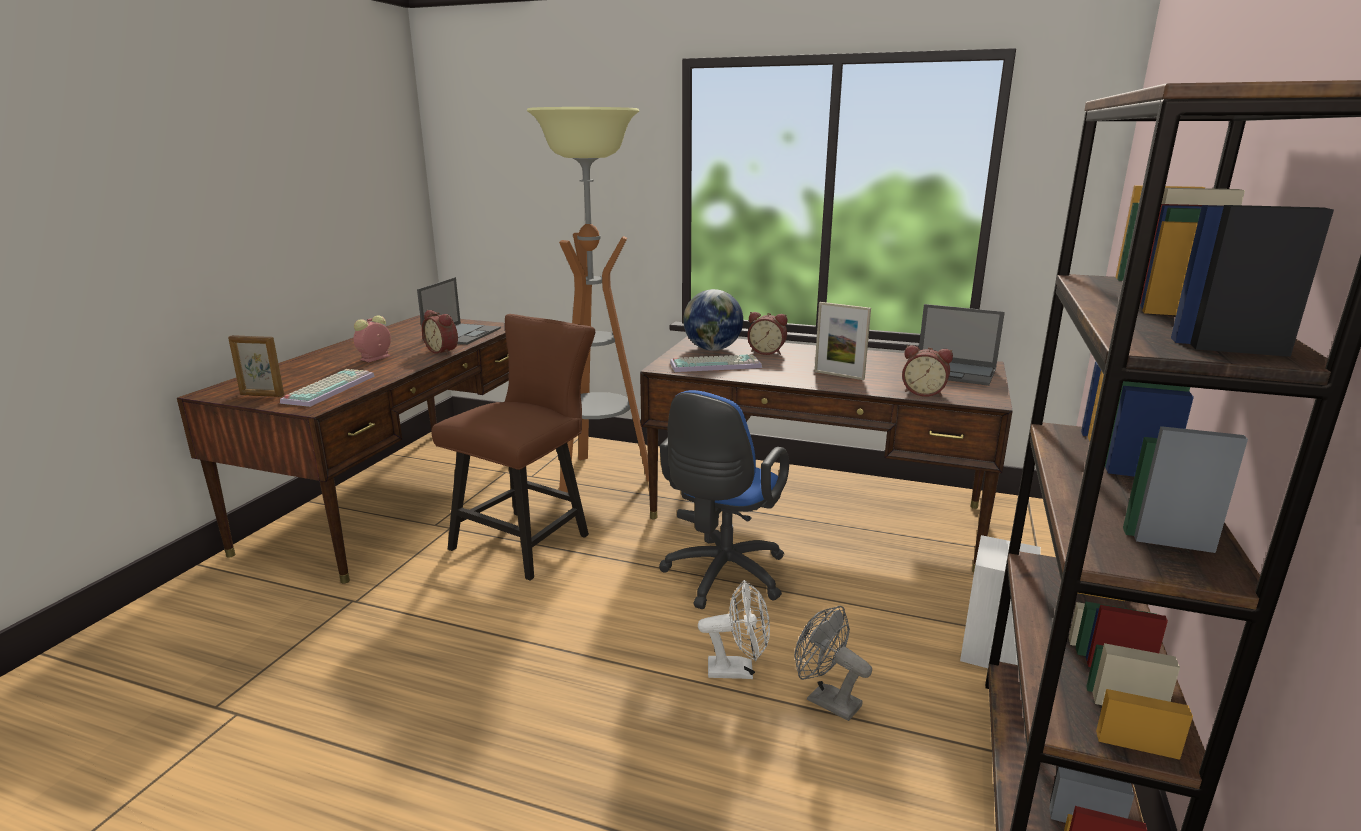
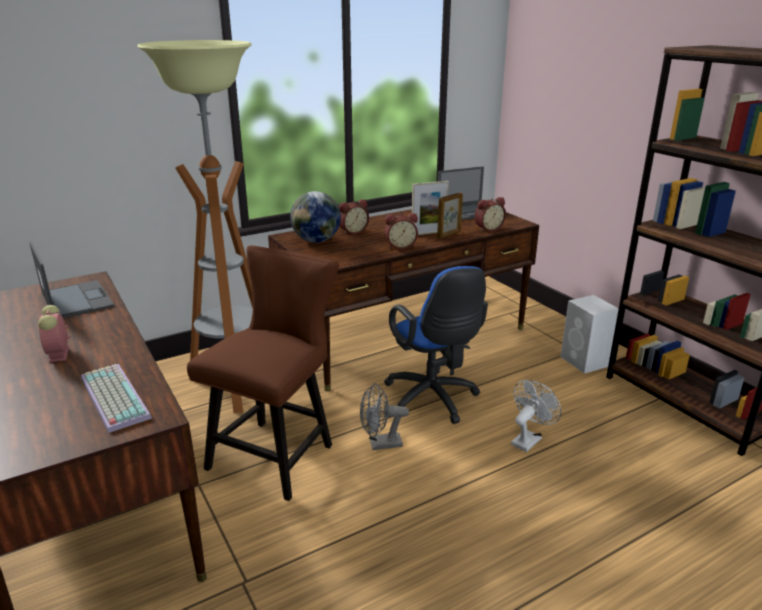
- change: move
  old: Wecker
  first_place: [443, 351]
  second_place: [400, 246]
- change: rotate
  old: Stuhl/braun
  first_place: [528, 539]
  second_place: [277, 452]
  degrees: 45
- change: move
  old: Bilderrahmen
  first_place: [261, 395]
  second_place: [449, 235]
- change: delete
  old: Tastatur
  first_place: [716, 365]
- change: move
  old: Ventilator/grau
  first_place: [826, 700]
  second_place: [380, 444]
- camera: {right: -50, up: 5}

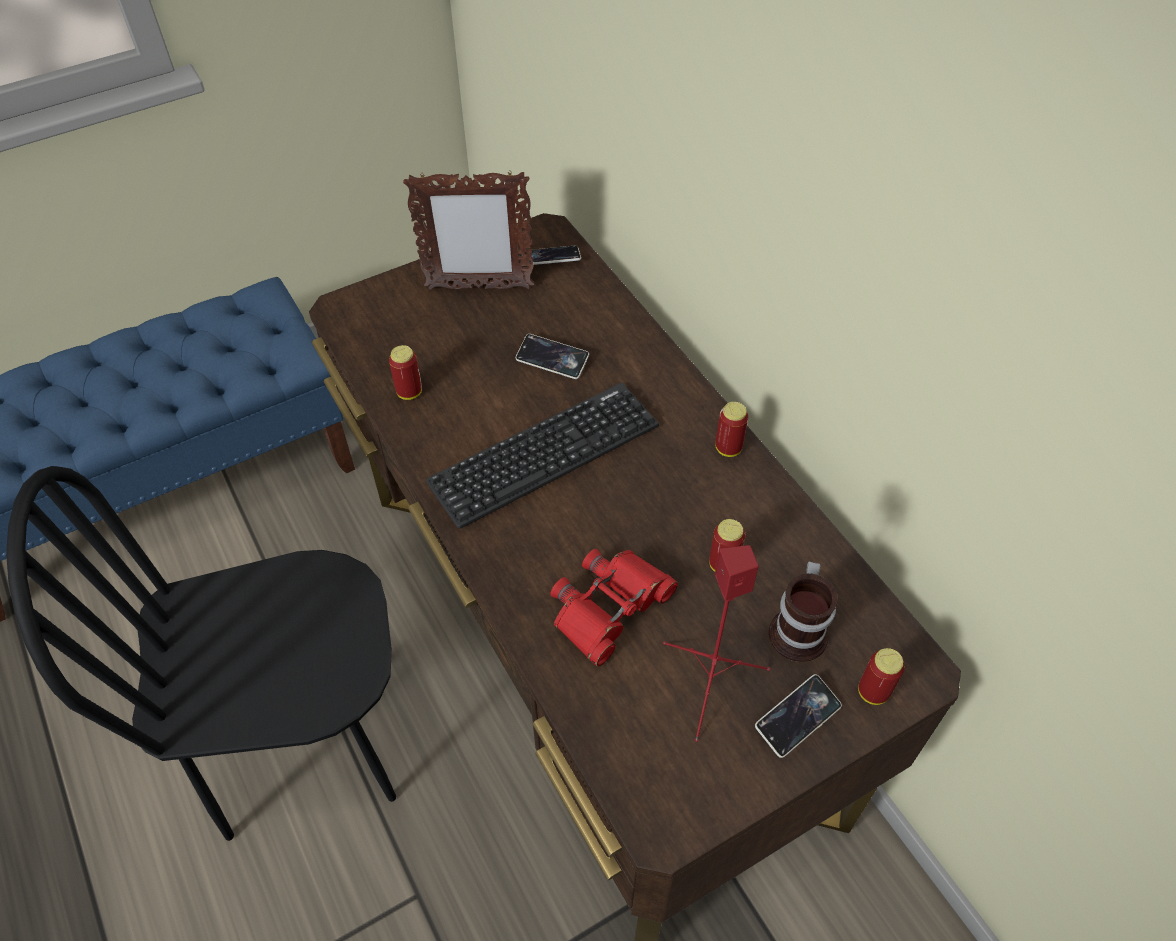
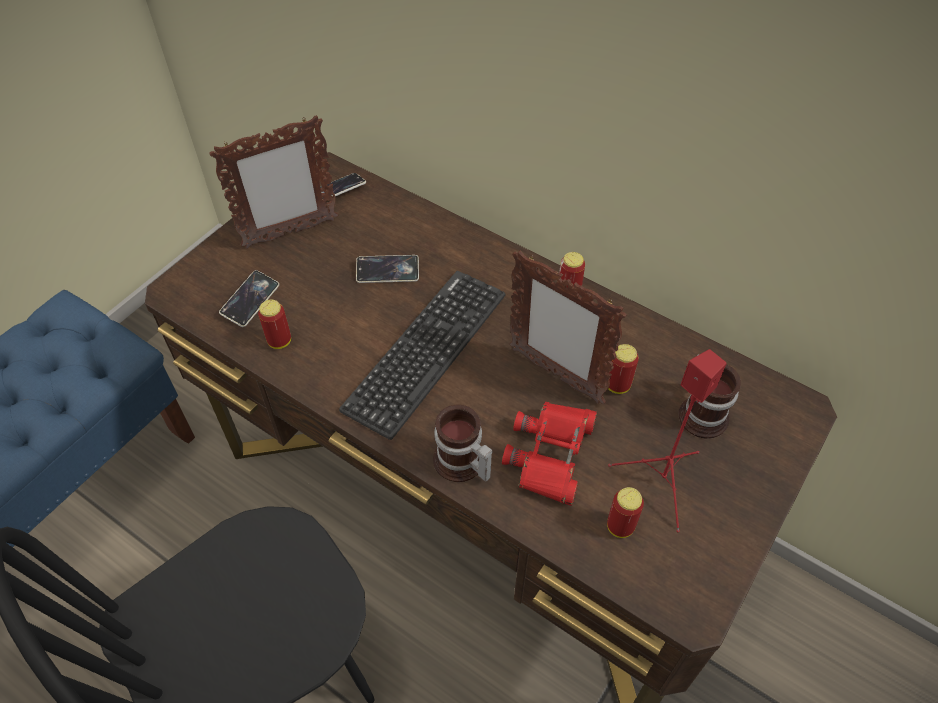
- change: move
  old: Dose
  first_place: [873, 692]
  second_place: [620, 526]
- change: move
  old: Handy
  first_place: [797, 718]
  second_place: [250, 301]
- change: insert
  new: Bilderrahmen
  second_place: [555, 375]
- change: insert
  new: Henkelbecher
  second_place: [461, 464]
- camera: {right: -25, up: 0}

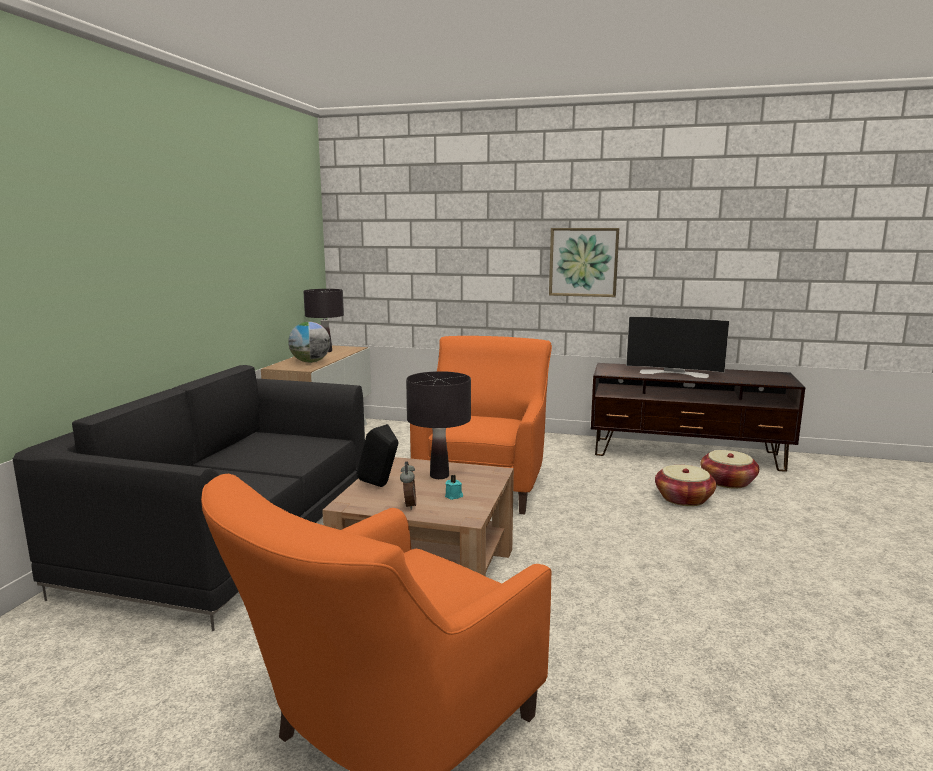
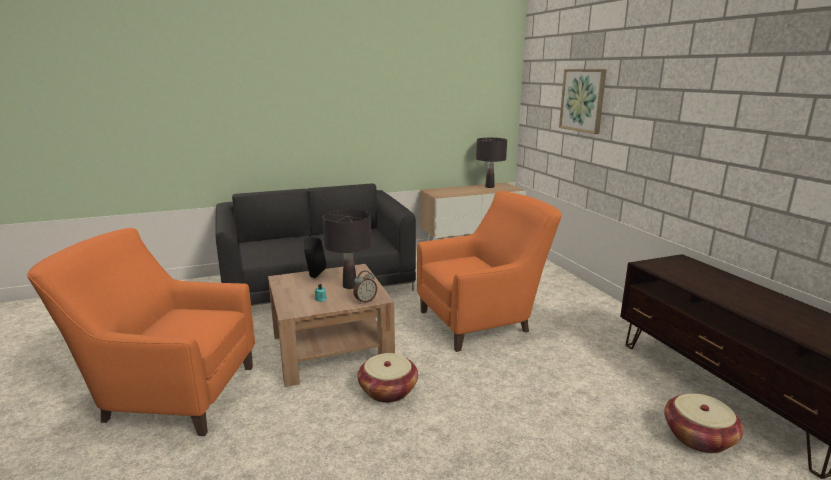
- change: move
  old: Bild
  first_place: [583, 262]
  second_place: [583, 100]
- change: delete
  old: Fernseher
  first_place: [674, 373]
- change: delete
  old: Globus
  first_place: [310, 362]
- change: move
  old: Wecker
  first_place: [408, 505]
  second_place: [365, 300]
- change: move
  old: Korb
  first_place: [683, 499]
  second_place: [388, 390]
- camera: {right: 55, up: 5}

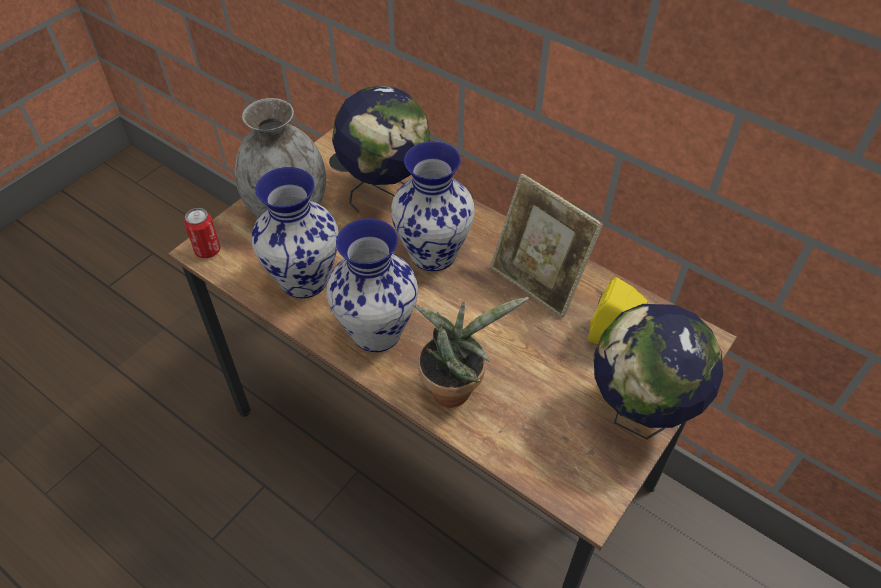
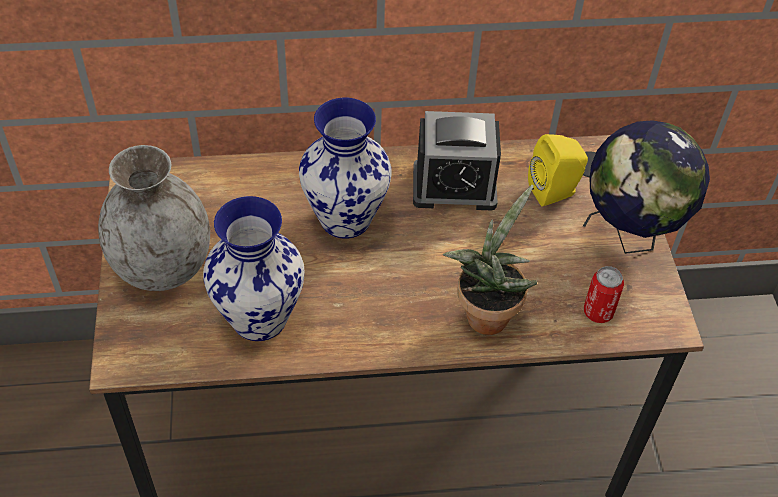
- change: delete
  old: Globus
  first_place: [385, 191]
- change: replace
  old: Bilderrahmen
  new: Wecker
  first_place: [537, 282]
  second_place: [454, 186]
- change: move
  old: Dose
  first_place: [208, 250]
  second_place: [598, 312]
- change: delete
  old: Vase
  first_place: [375, 333]
- camera: {right: -45, up: 0}

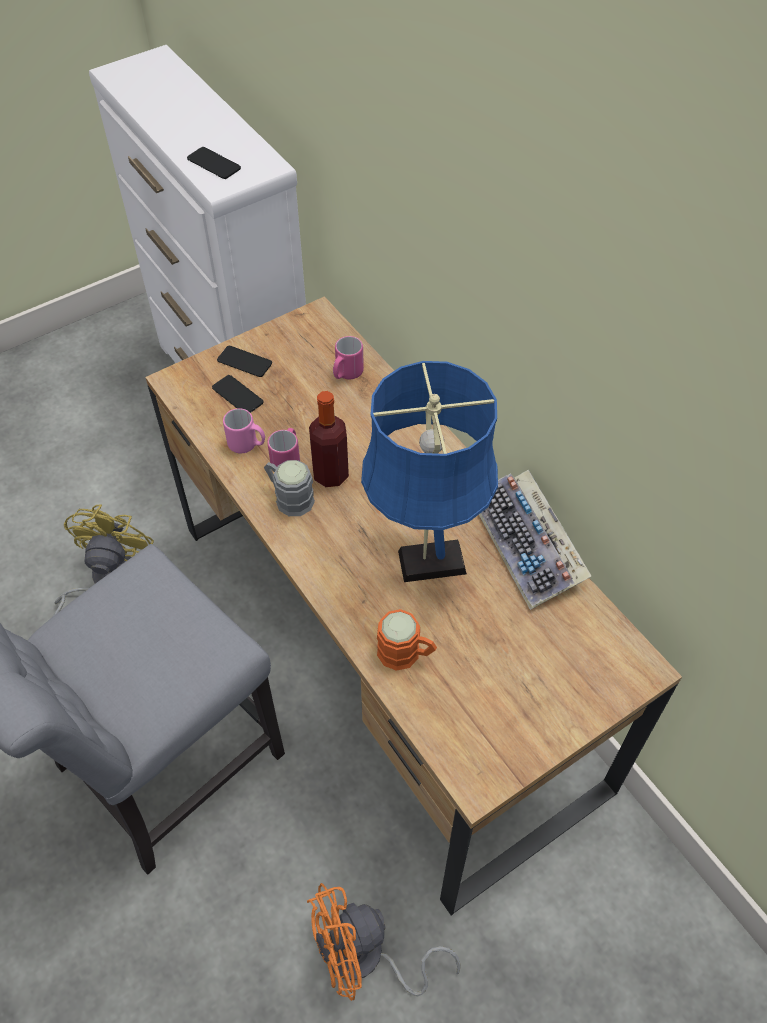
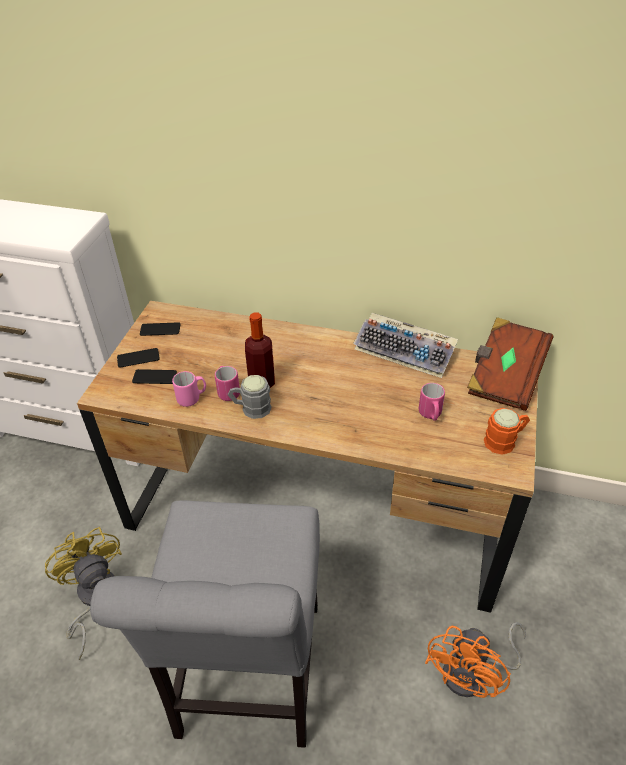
- change: move
  old: Handy
  first_place: [214, 164]
  second_place: [160, 329]
- change: move
  old: Henkelbecher/rosa
  first_place: [346, 374]
  second_place: [431, 415]
- change: delete
  old: Tischlampe/blau
  first_place: [424, 563]
- change: move
  old: Henkelbecher/orange
  first_place: [406, 654]
  second_place: [504, 440]
- change: insert
  new: Buch/braun
  second_place: [504, 377]
- camera: {right: -40, up: -10}

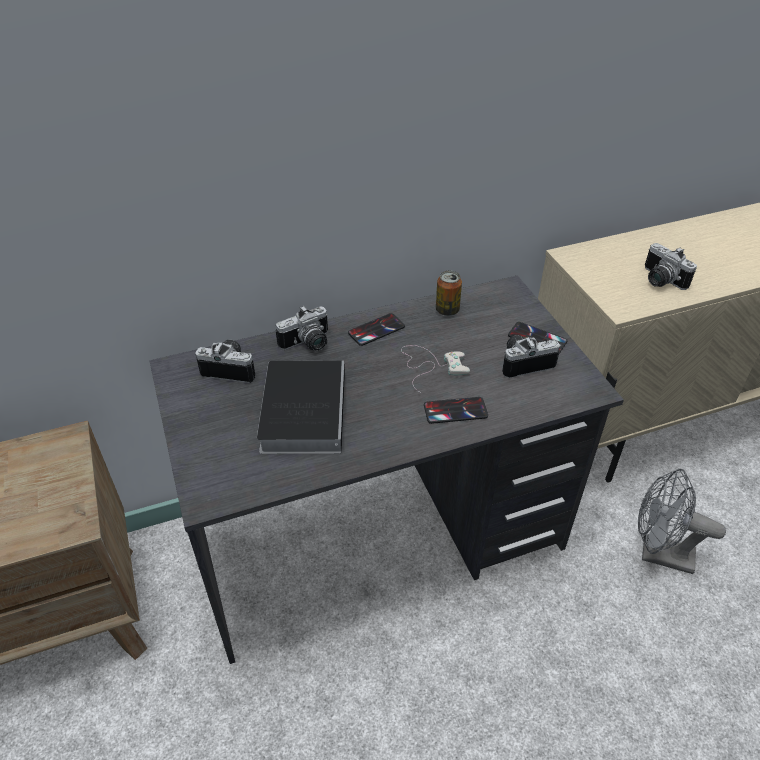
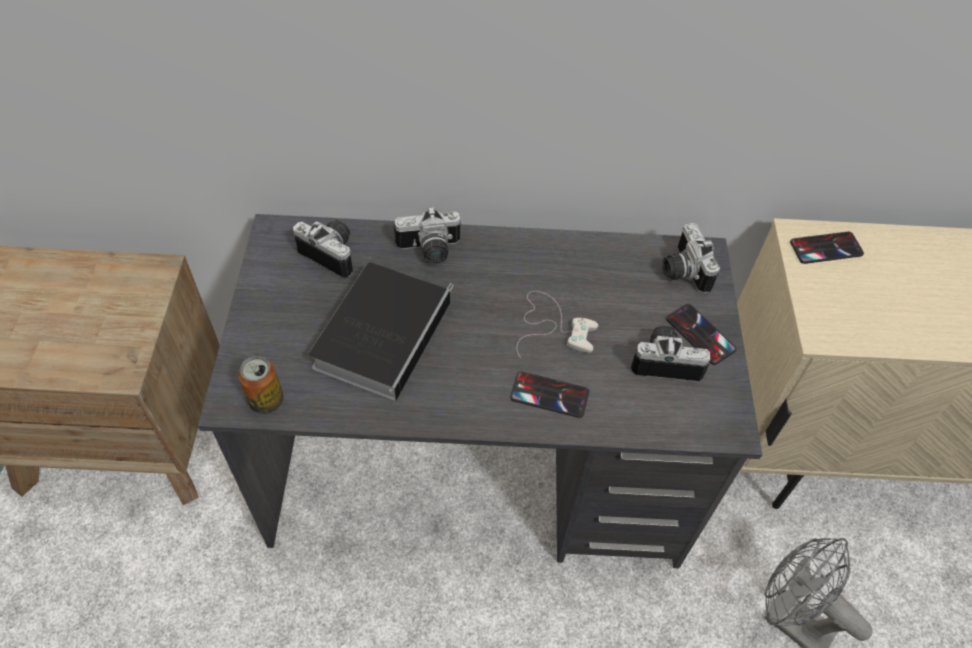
- change: move
  old: Kamera
  first_place: [659, 280]
  second_place: [681, 270]
- change: move
  old: Dose
  first_place: [447, 310]
  second_place: [266, 400]
- change: move
  old: Handy
  first_place: [376, 330]
  second_place: [826, 248]
- camera: {right: 20, up: 10}

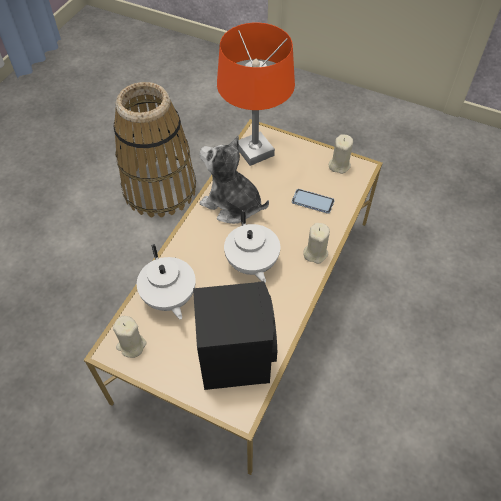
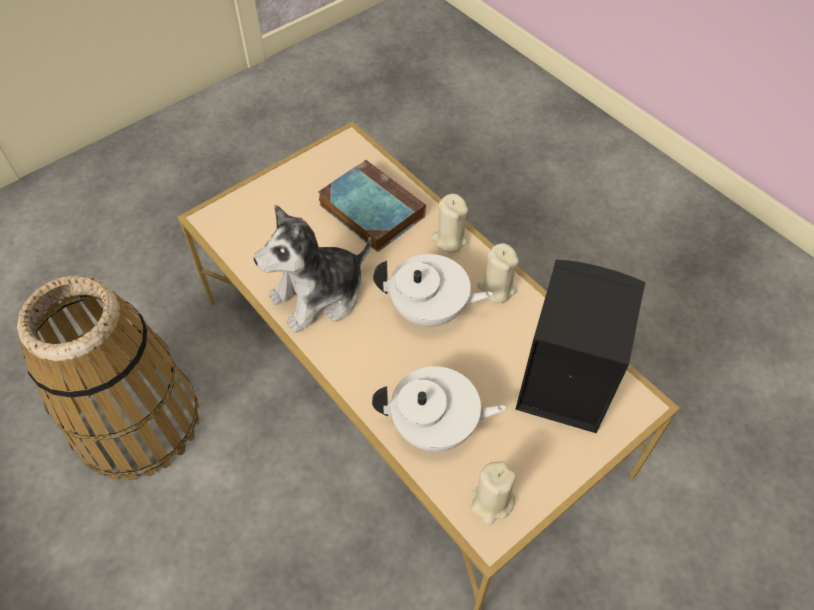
- change: delete
  old: Tischlampe/orange
  first_place: [254, 152]
- change: move
  old: Kerze/beige
  first_place: [339, 165]
  second_place: [496, 289]
- change: replace
  old: Handy
  new: Buch
  first_place: [312, 202]
  second_place: [369, 210]
- camera: {right: -65, up: 0}

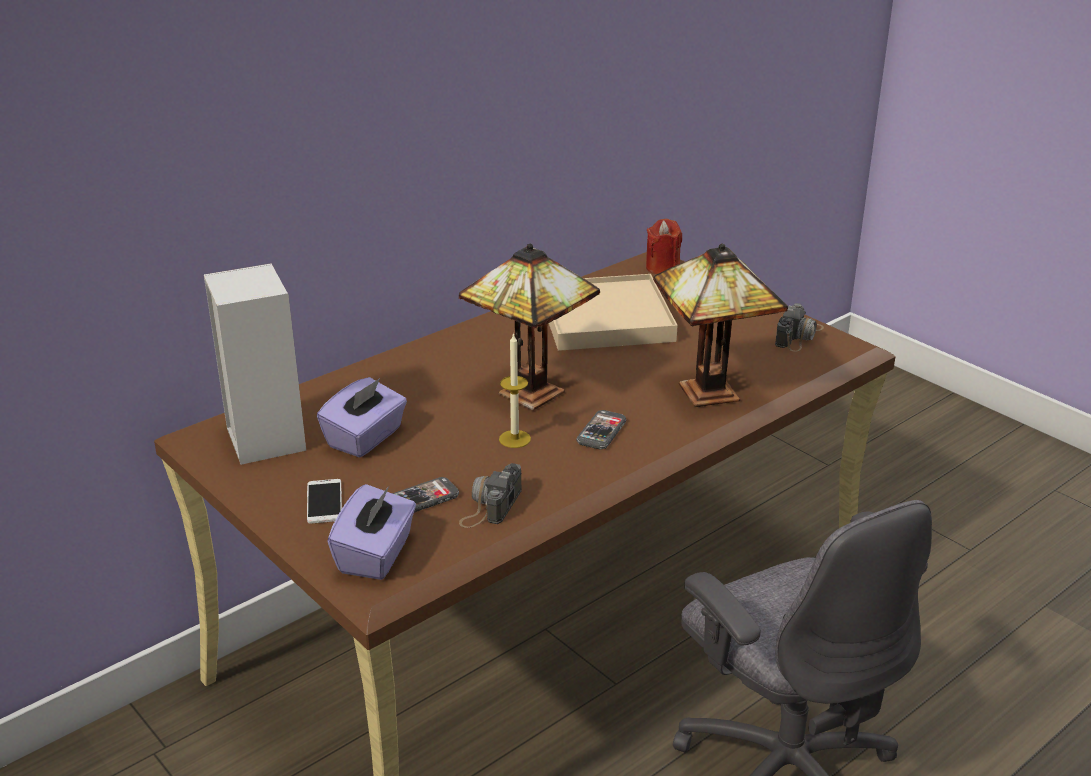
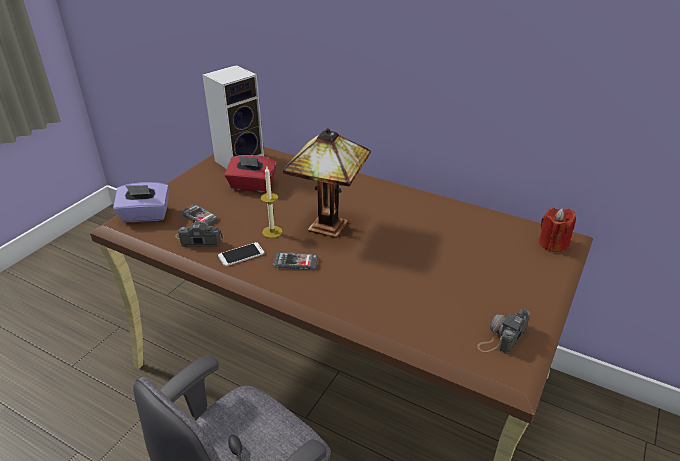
- change: delete
  old: Tischlampe
  first_place: [712, 390]
- change: delete
  old: Tablett/beige
  first_place: [605, 319]
- change: rotate
  old: Kamera
  first_place: [799, 336]
  second_place: [502, 337]
  degrees: 120
- change: recolor
  old: Taschentuchbox/lila
  new: Taschentuchbox/rot
  first_place: [365, 438]
  second_place: [252, 186]
- change: move
  old: Handy
  first_place: [324, 502]
  second_place: [241, 254]
- camera: {right: 70, up: 5}

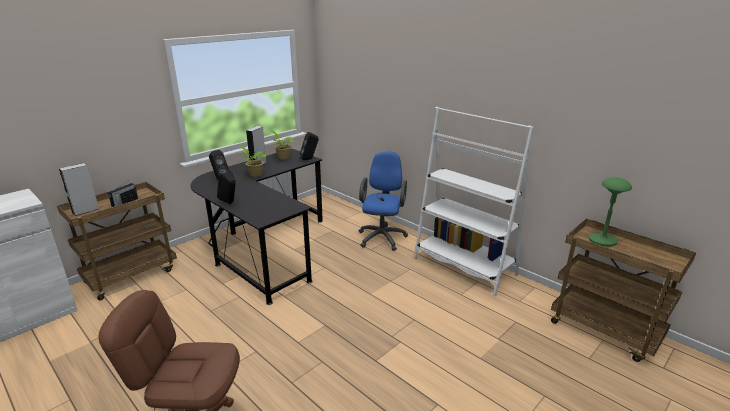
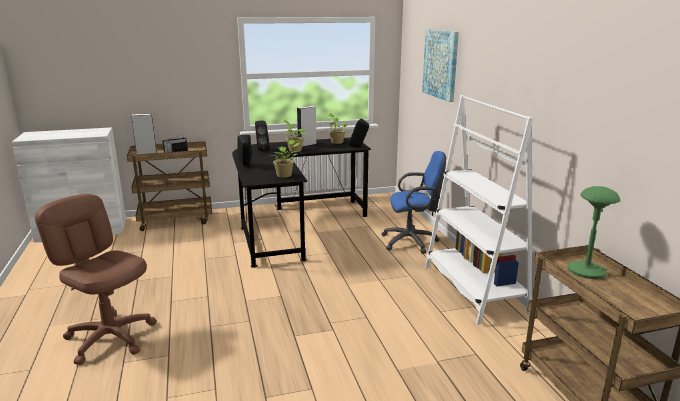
- change: rotate
  old: Bürostuhl/blau
  first_place: [382, 236]
  second_place: [412, 242]
  degrees: 45
- change: insert
  new: Bild
  second_place: [441, 64]
- change: insert
  new: Topfpflanze
  second_place: [285, 175]
- camera: {right: 30, up: -5}

